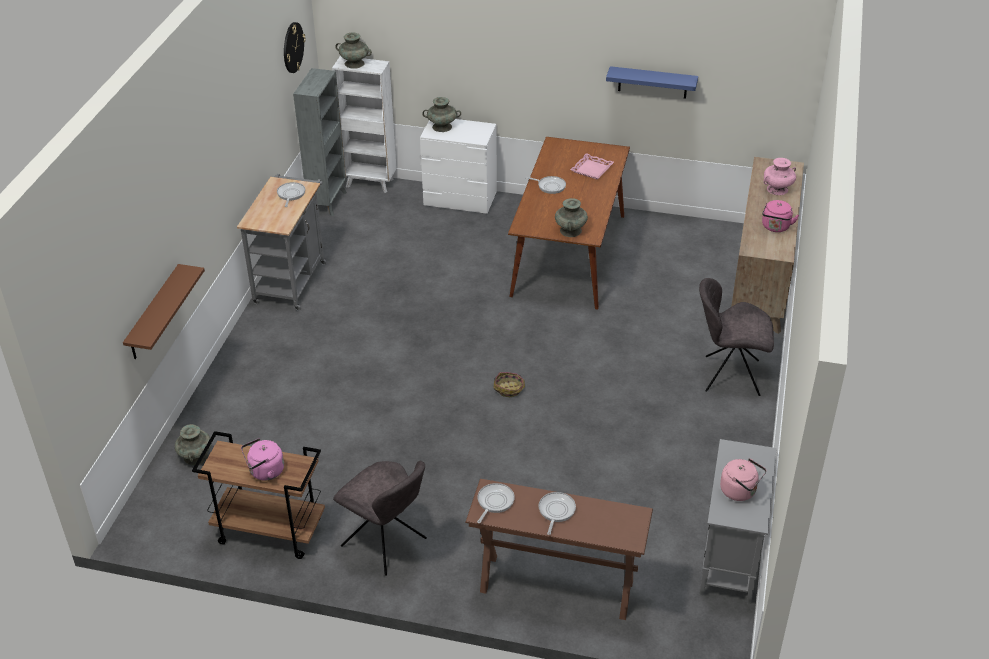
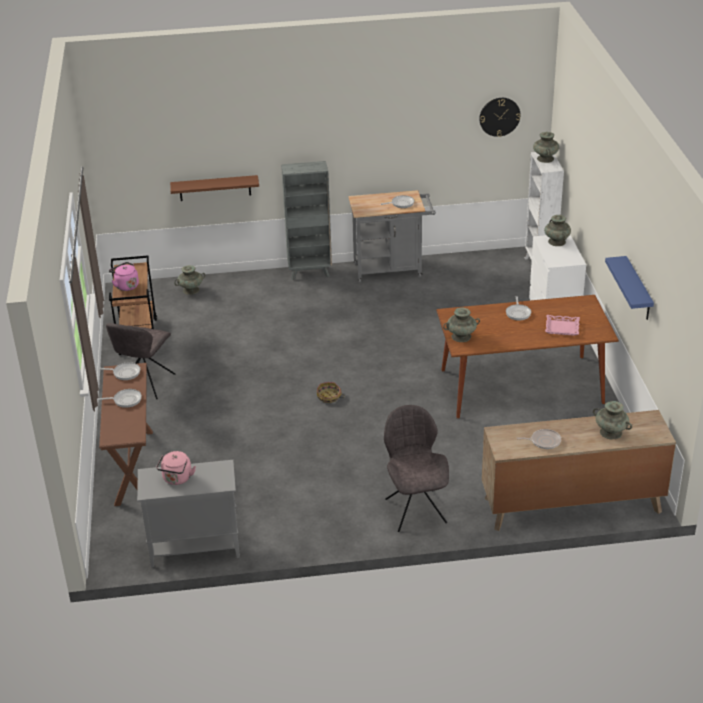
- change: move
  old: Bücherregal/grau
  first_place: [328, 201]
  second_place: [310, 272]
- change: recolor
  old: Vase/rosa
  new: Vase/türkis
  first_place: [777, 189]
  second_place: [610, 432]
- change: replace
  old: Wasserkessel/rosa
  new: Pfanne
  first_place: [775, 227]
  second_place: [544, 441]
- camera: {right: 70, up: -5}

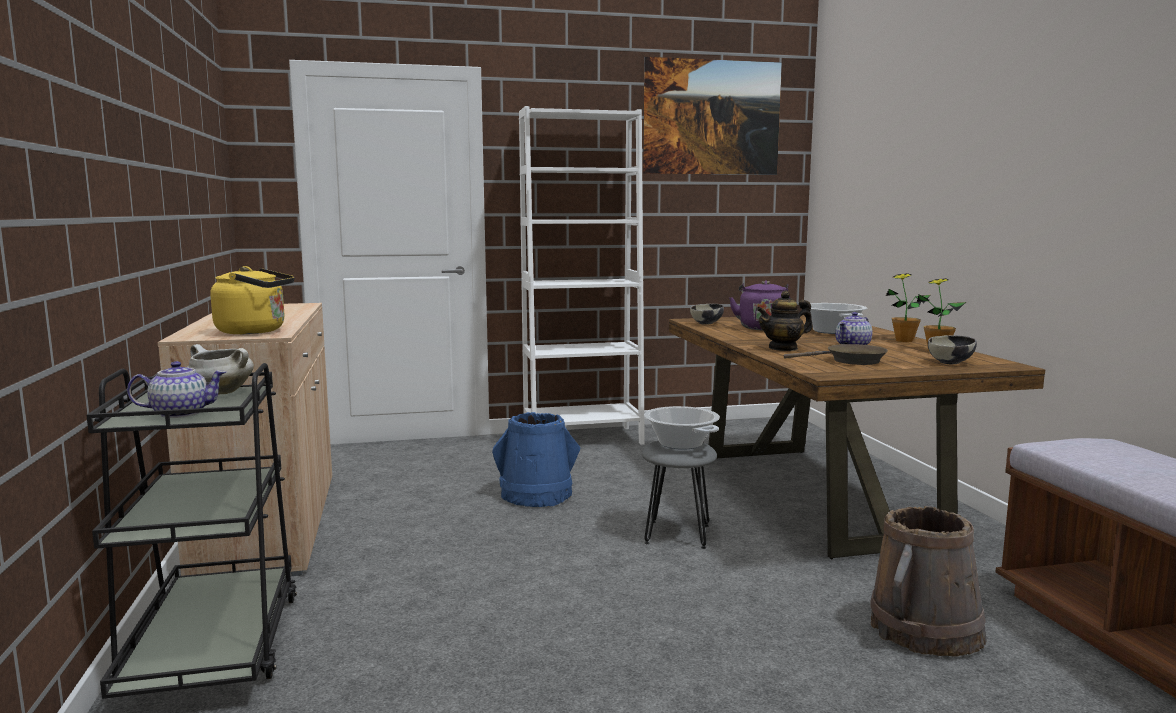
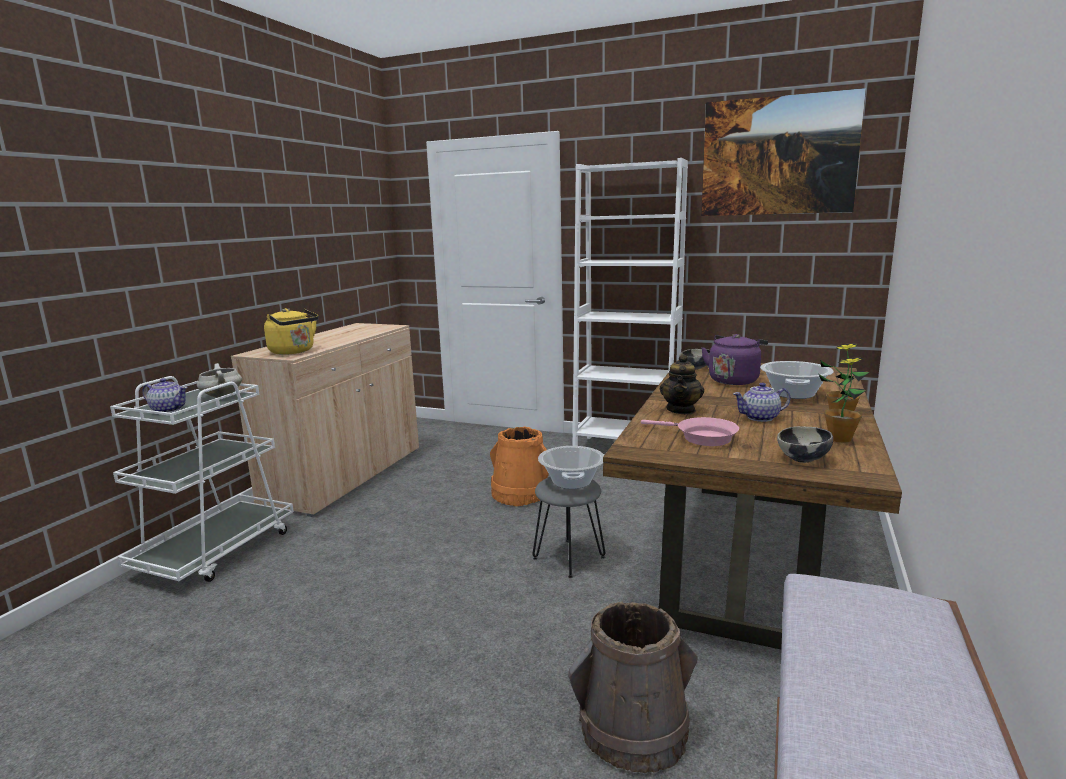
- change: rotate
  old: Teekanne
  first_place: [783, 348]
  second_place: [681, 410]
  degrees: -90
- change: recolor
  old: Pfanne/braun
  new: Pfanne/rosa
  first_place: [850, 361]
  second_place: [701, 437]
- change: recolor
  old: Rollwagen/schwarz
  new: Rollwagen/weiß
  first_place: [213, 647]
  second_place: [216, 551]
- change: recolor
  old: Eimer/blau
  new: Eimer/orange
  first_place: [536, 495]
  second_place: [520, 494]
- camera: {right: 35, up: 5}

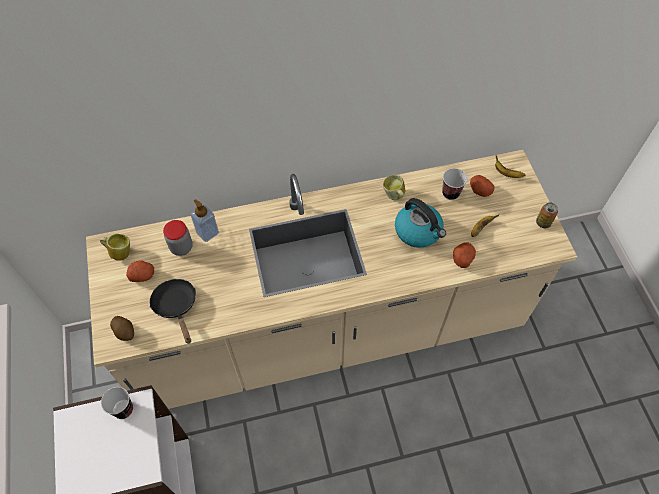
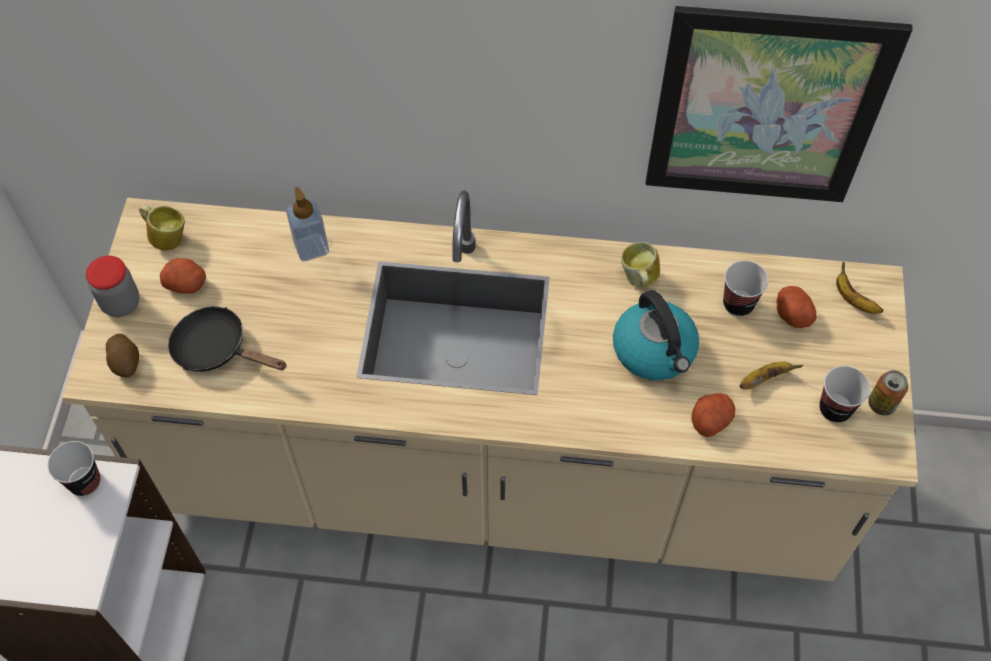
- change: move
  old: Vorratsglas
  first_place: [181, 247]
  second_place: [121, 303]
- change: rotate
  old: Pfanne/schwarz
  first_place: [176, 306]
  second_place: [217, 349]
  degrees: -60
- change: insert
  new: Bild
  second_place: [766, 109]
- change: insert
  new: Tasse
  second_place: [835, 409]
- camera: {right: 20, up: 0}

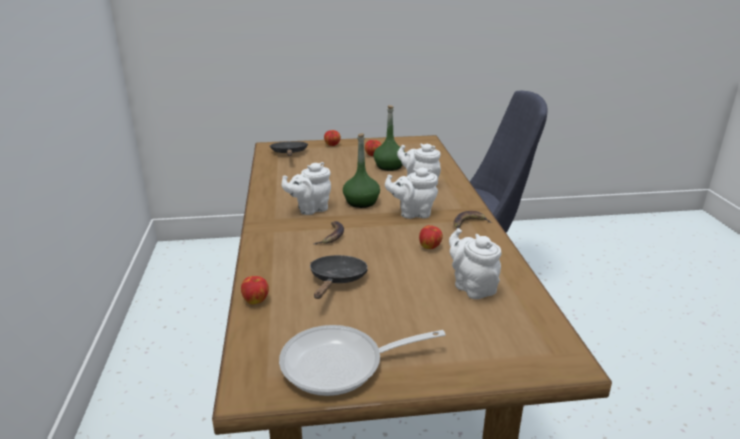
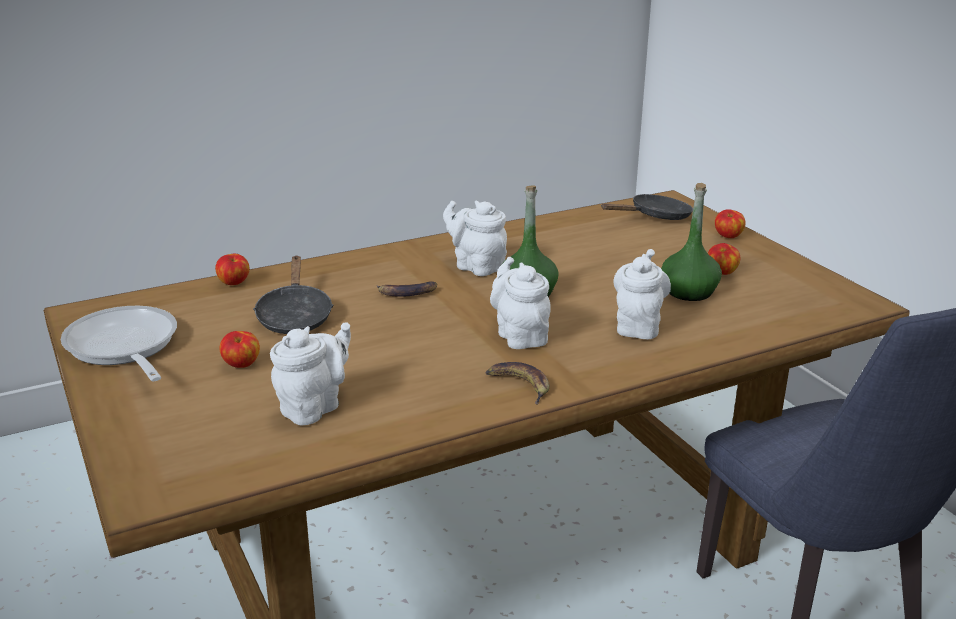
- change: move
  old: Apfel
  first_place: [430, 247]
  second_place: [241, 365]
- change: rotate
  old: Pfanne/schwarz
  first_place: [337, 280]
  second_place: [294, 316]
  degrees: 90
- camera: {right: 70, up: 0}

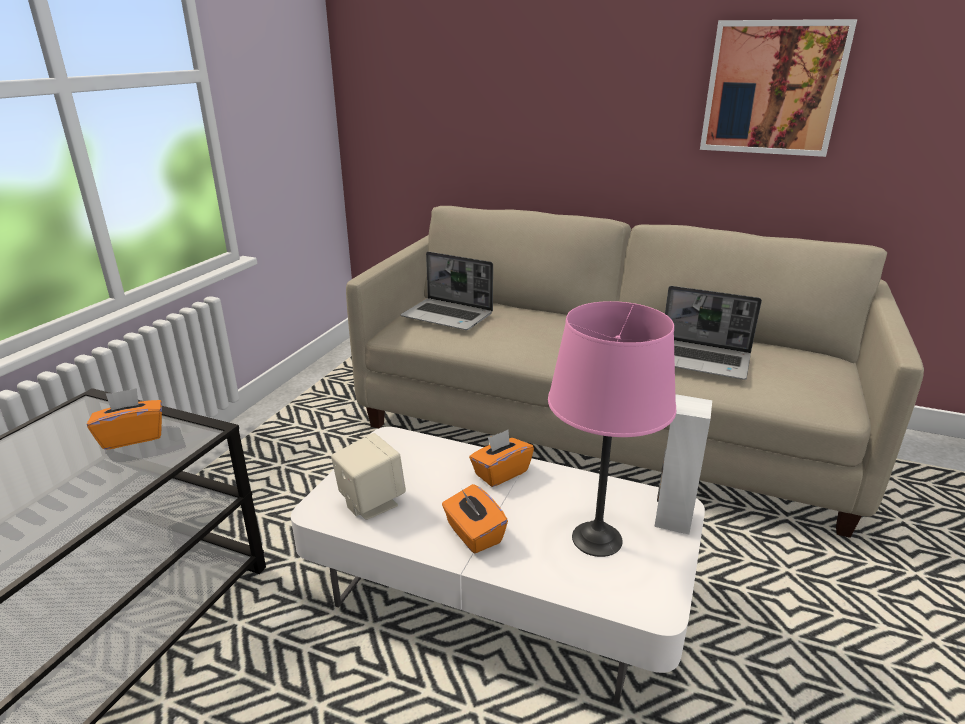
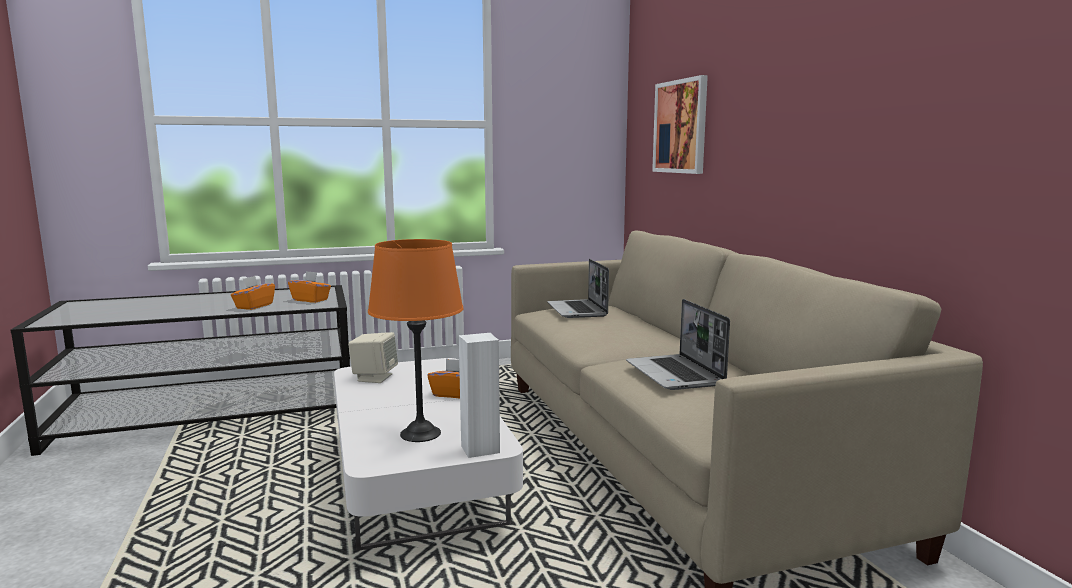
- change: move
  old: Bild
  first_place: [772, 88]
  second_place: [680, 127]
- change: recolor
  old: Tischlampe/rosa
  new: Tischlampe/orange
  first_place: [596, 539]
  second_place: [420, 434]
- change: move
  old: Taschentuchbox/orange
  first_place: [473, 534]
  second_place: [254, 306]
- camera: {right: 50, up: -15}

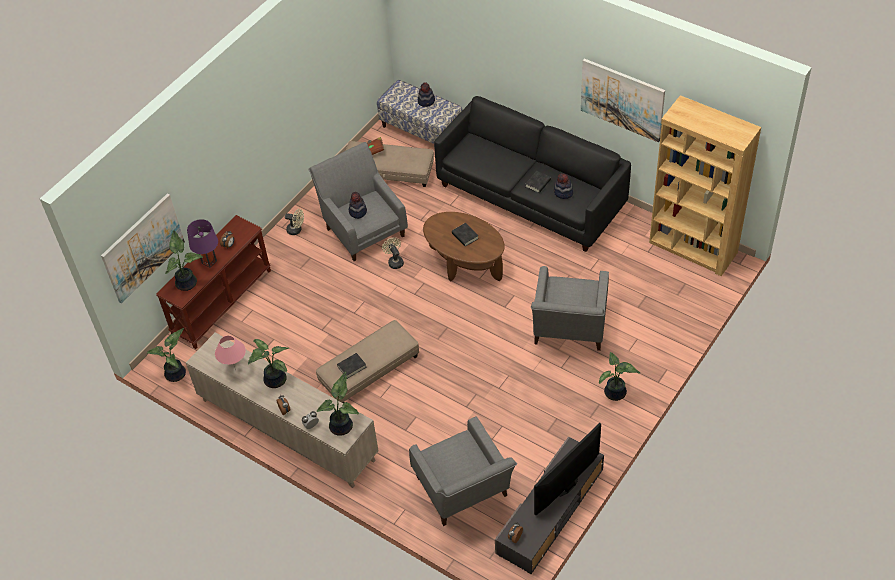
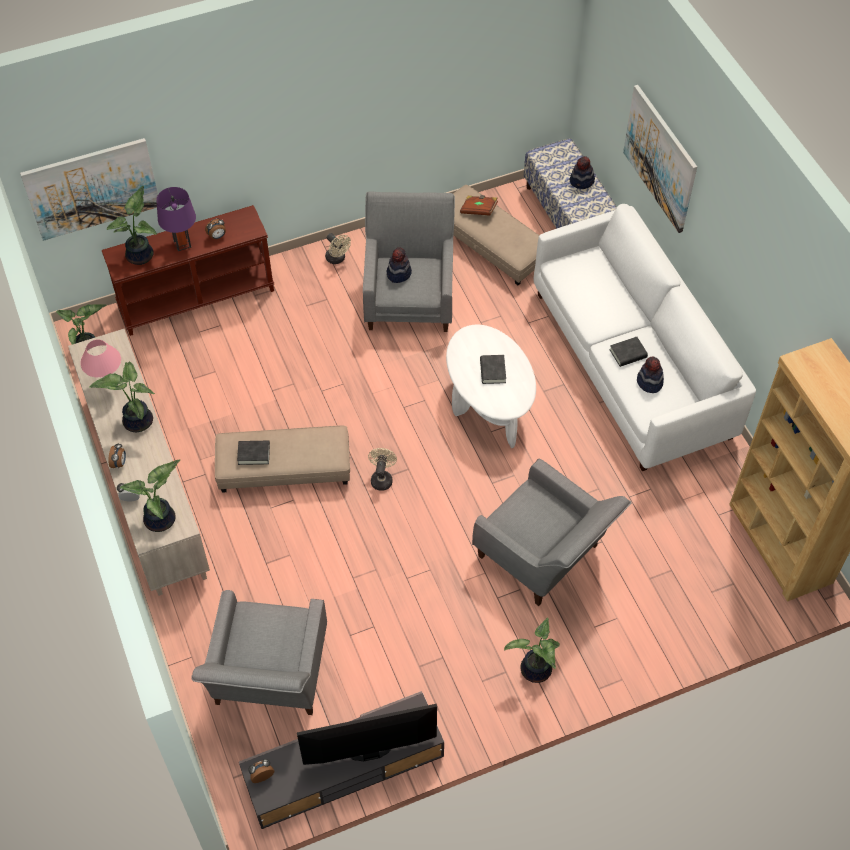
- change: move
  old: Bild
  first_place: [622, 99]
  second_place: [660, 158]
- change: recolor
  old: Sofa/schwarz
  new: Sofa/weiß
  first_place: [531, 196]
  second_place: [631, 364]
- change: recolor
  old: Couchtisch/braun
  new: Couchtisch/weiß
  first_place: [465, 264]
  second_place: [488, 404]
- change: move
  old: Ventilator/beige
  first_place: [394, 261]
  second_place: [382, 478]
- change: rotate
  old: Sessel/grau
  first_place: [569, 330]
  second_place: [544, 557]
  degrees: -90
- camera: {right: 30, up: 5}

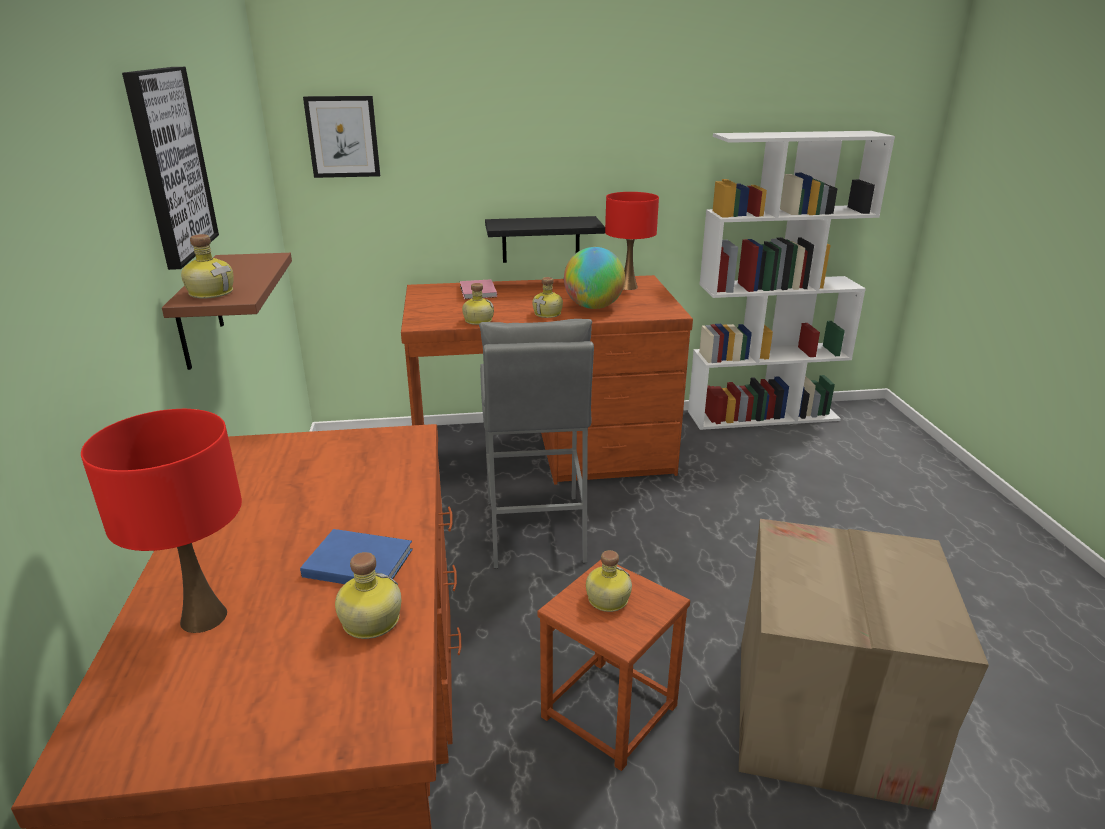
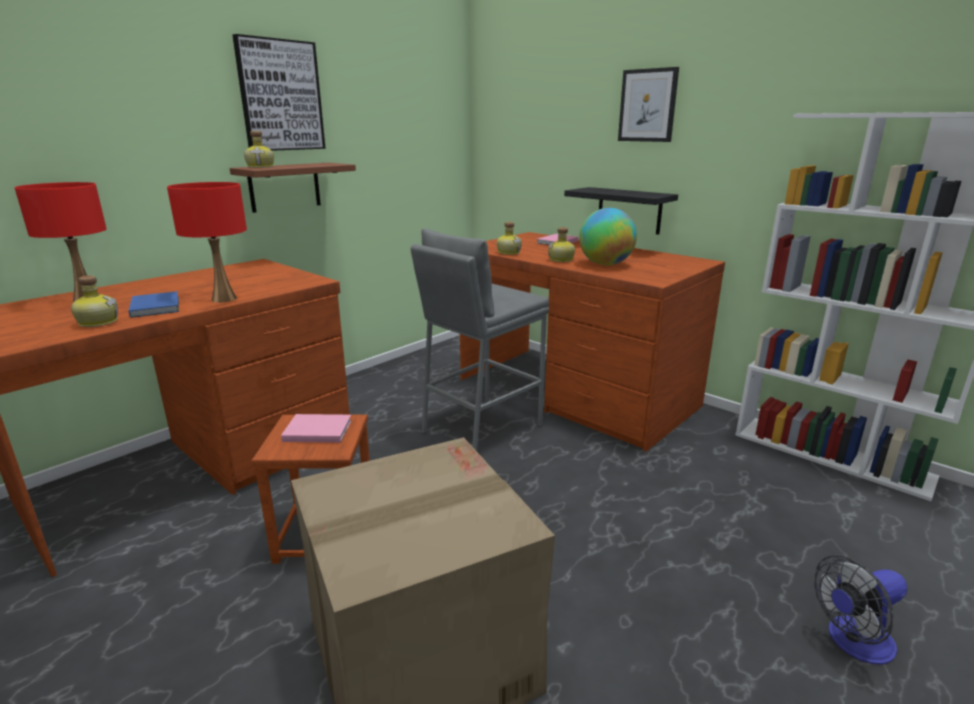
- change: move
  old: Bild
  first_place: [343, 137]
  second_place: [647, 105]
- change: move
  old: Tischlampe/rot
  first_place: [628, 287]
  second_place: [223, 299]
- change: replace
  old: Flasche
  new: Buch/rosa
  first_place: [606, 599]
  second_place: [316, 430]
- change: insert
  new: Ventilator
  second_place: [853, 643]
- camera: {right: 50, up: -5}

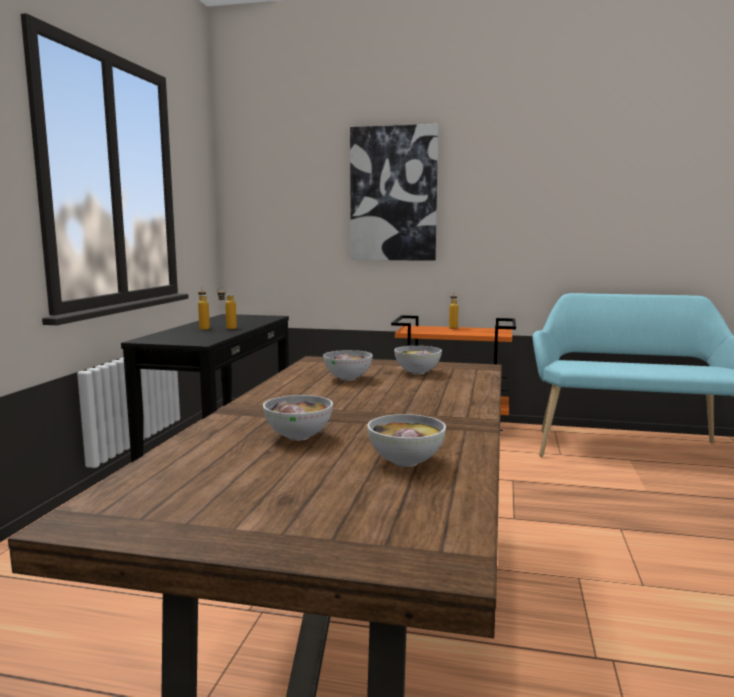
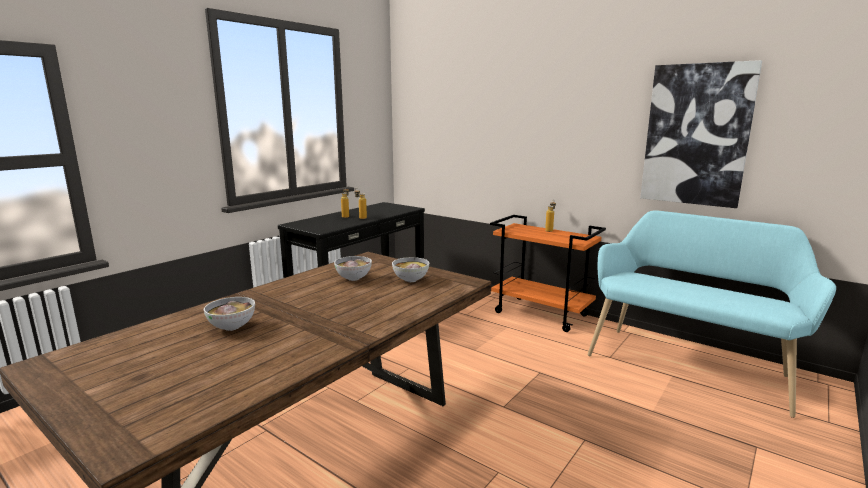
- change: move
  old: Bild
  first_place: [393, 194]
  second_place: [696, 135]
- change: delete
  old: Schüssel
  first_place: [405, 462]
- camera: {right: 25, up: 5}

